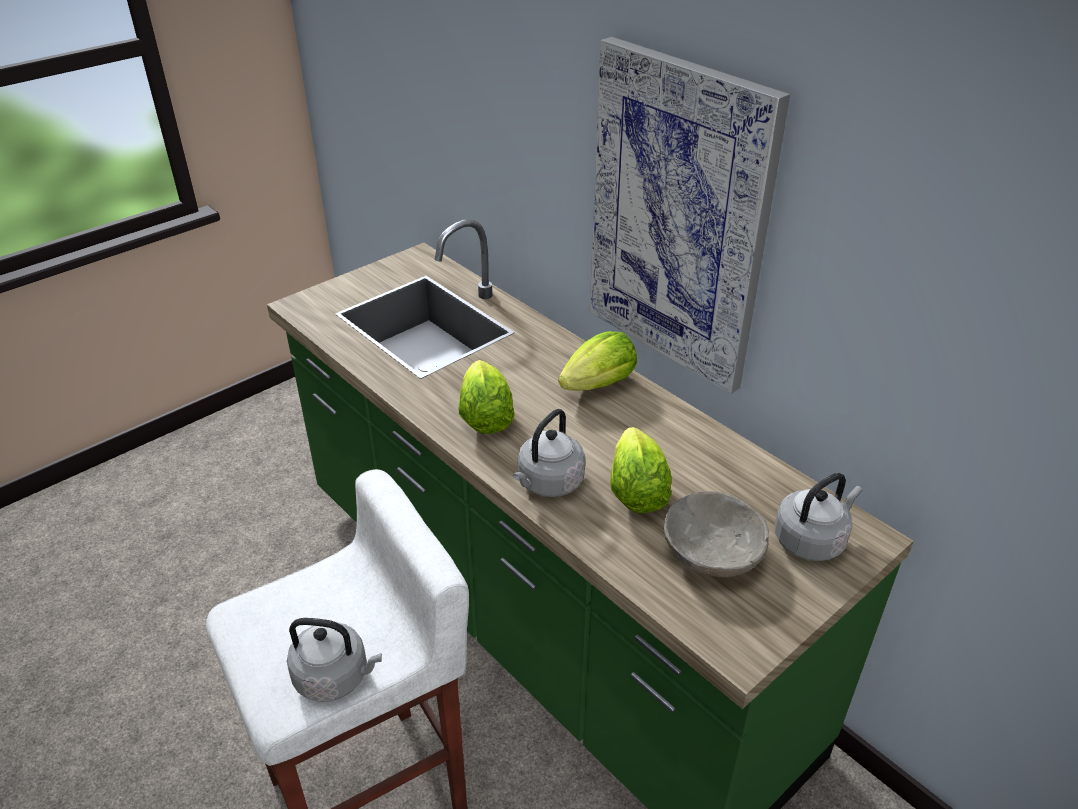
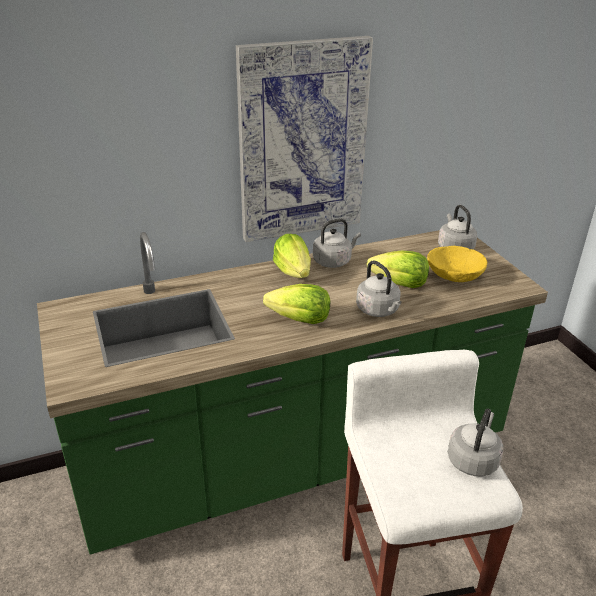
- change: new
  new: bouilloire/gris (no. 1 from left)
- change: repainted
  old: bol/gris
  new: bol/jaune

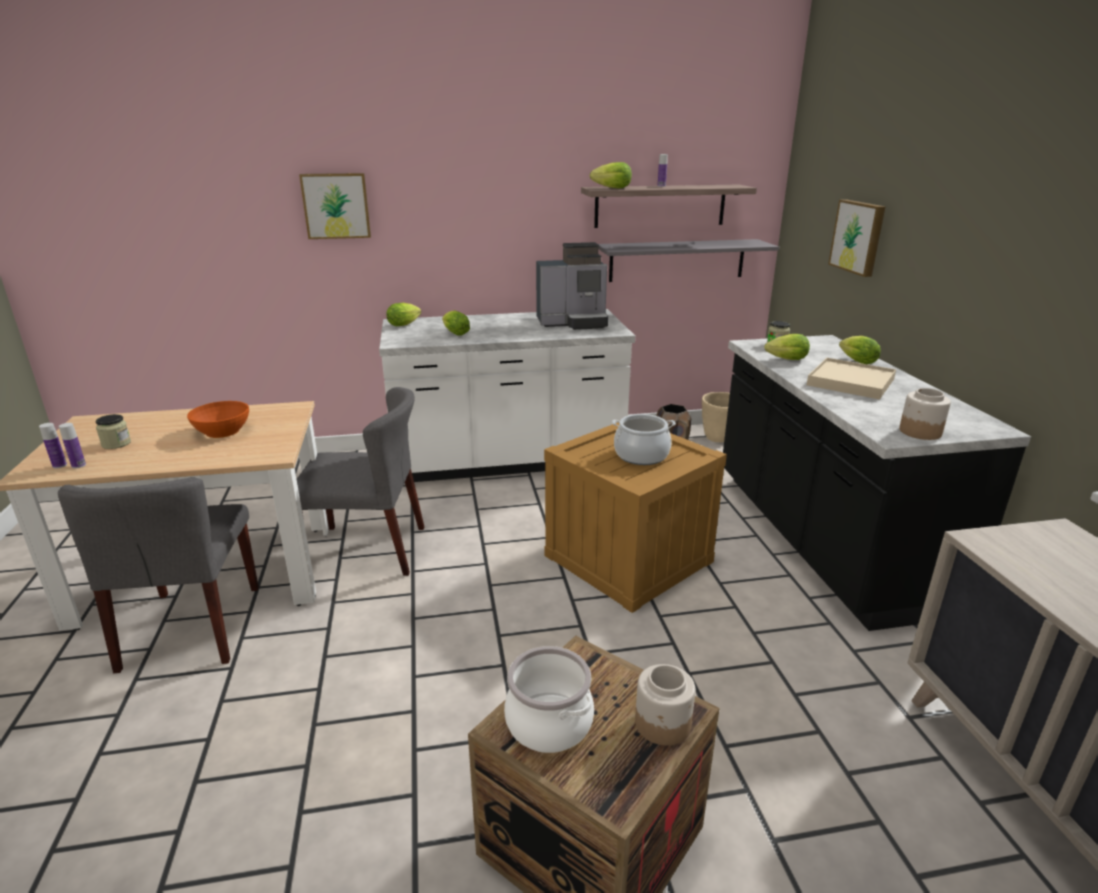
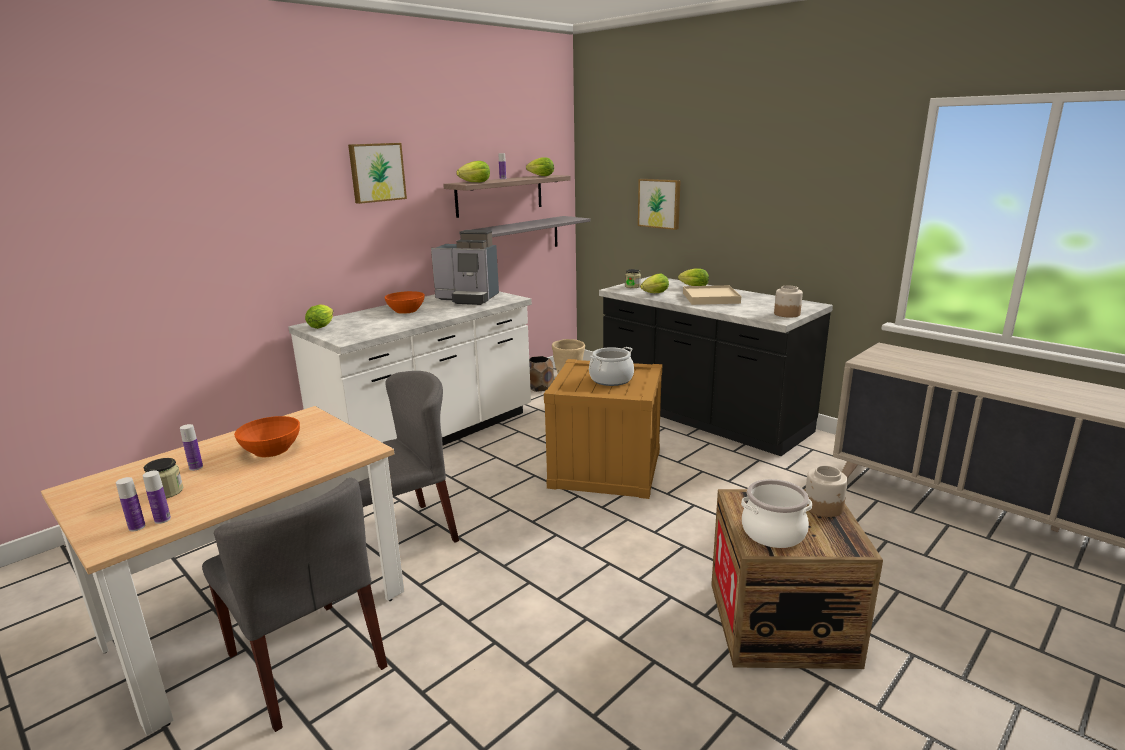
- change: new
  new: bouteille (no. 3 from left)
- change: new
  new: bol/orange (no. 2 from left)
- change: shifted
  old: tableau (no. 1 from left)
- change: shifted
  old: laitue (no. 2 from left in the first image)
  new: laitue (no. 3 from left)
- change: rotated
  old: machine à café
  degrees: 60

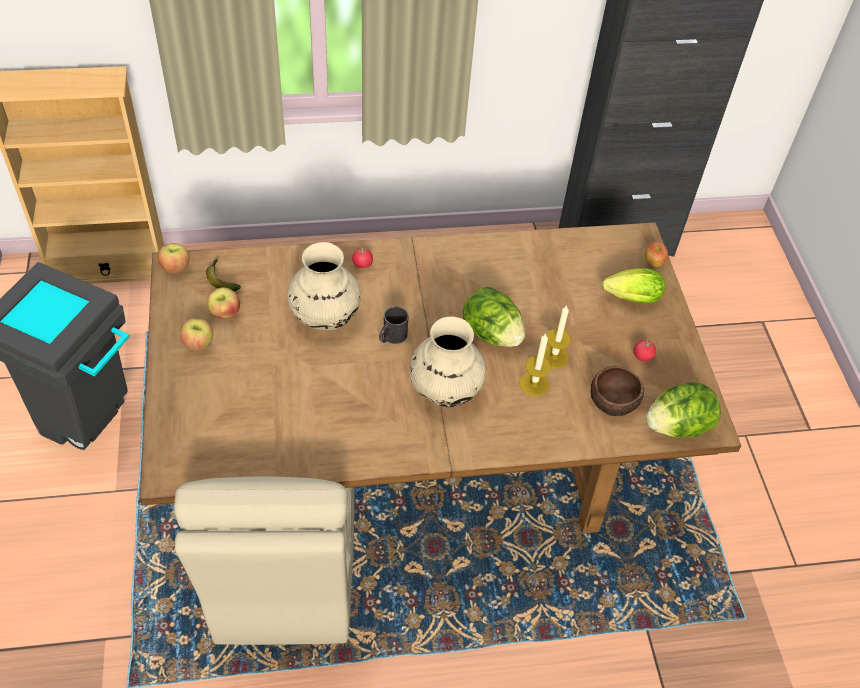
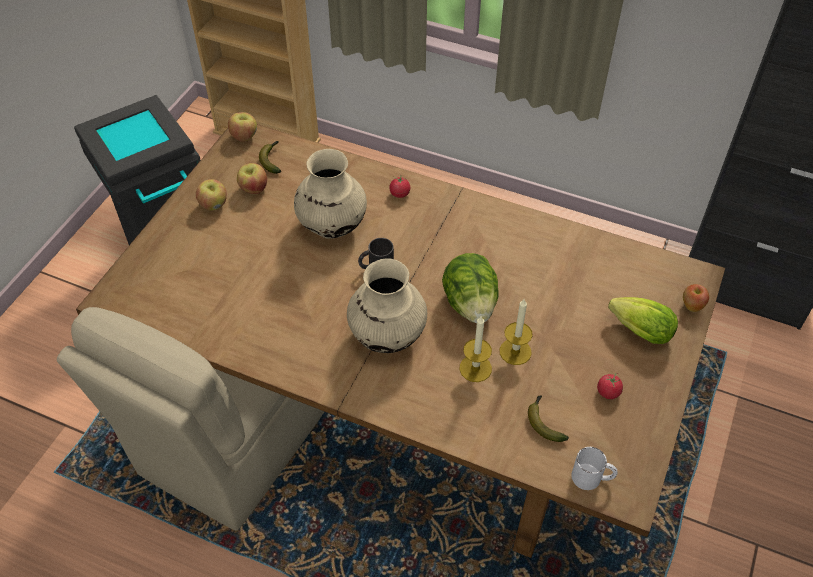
- change: swapped
  old: bol/marron
  new: banane (no. 2 from left)
- change: swapped
  old: laitue (no. 3 from left)
  new: mug/blanc

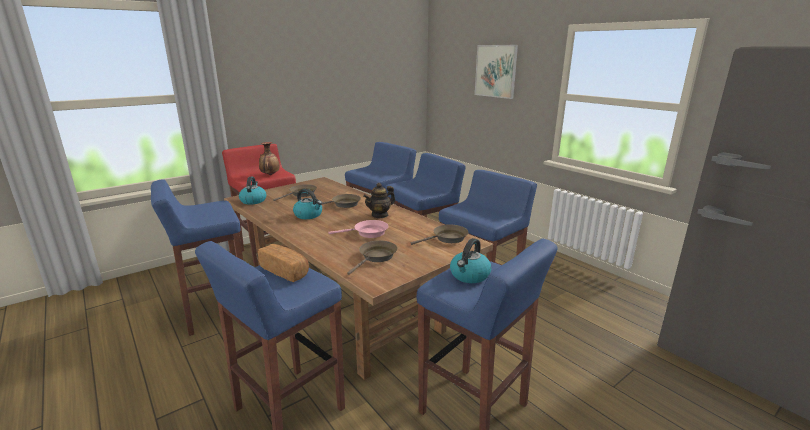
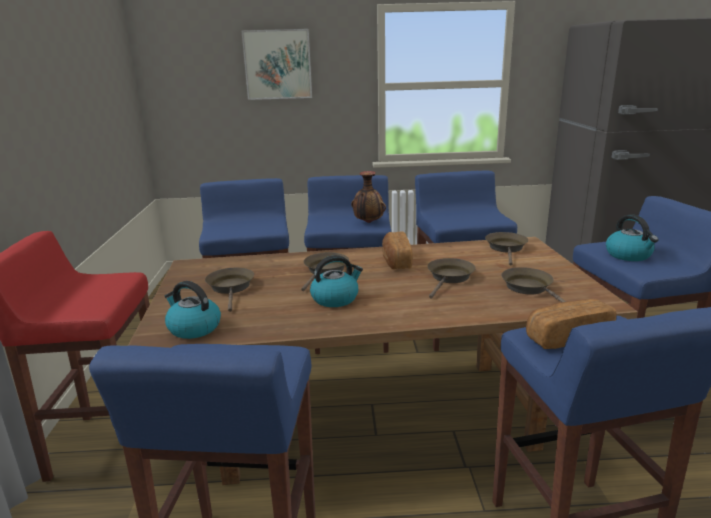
- change: shifted
  old: vase
- change: swapped
  old: théière
  new: pain (no. 1 from left)
- change: repainted
  old: poêle/rose
  new: poêle/marron (no. 3 from left)

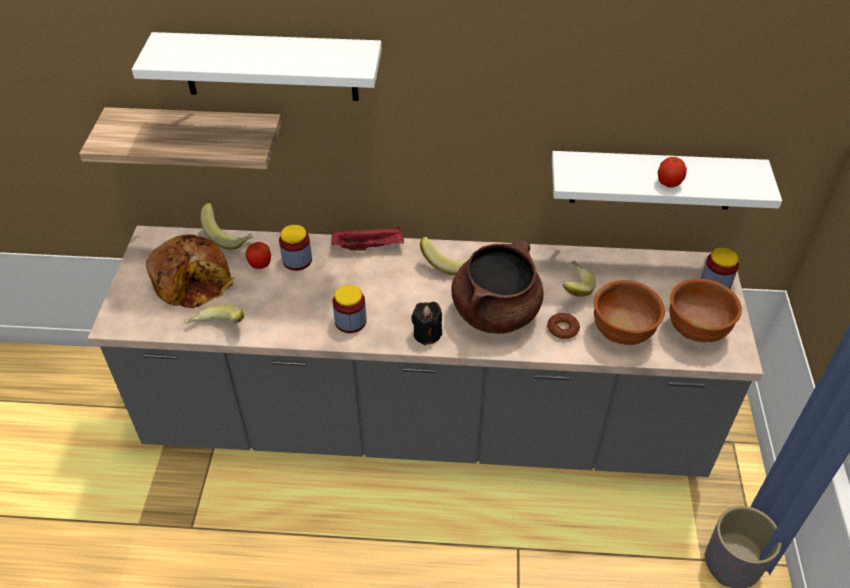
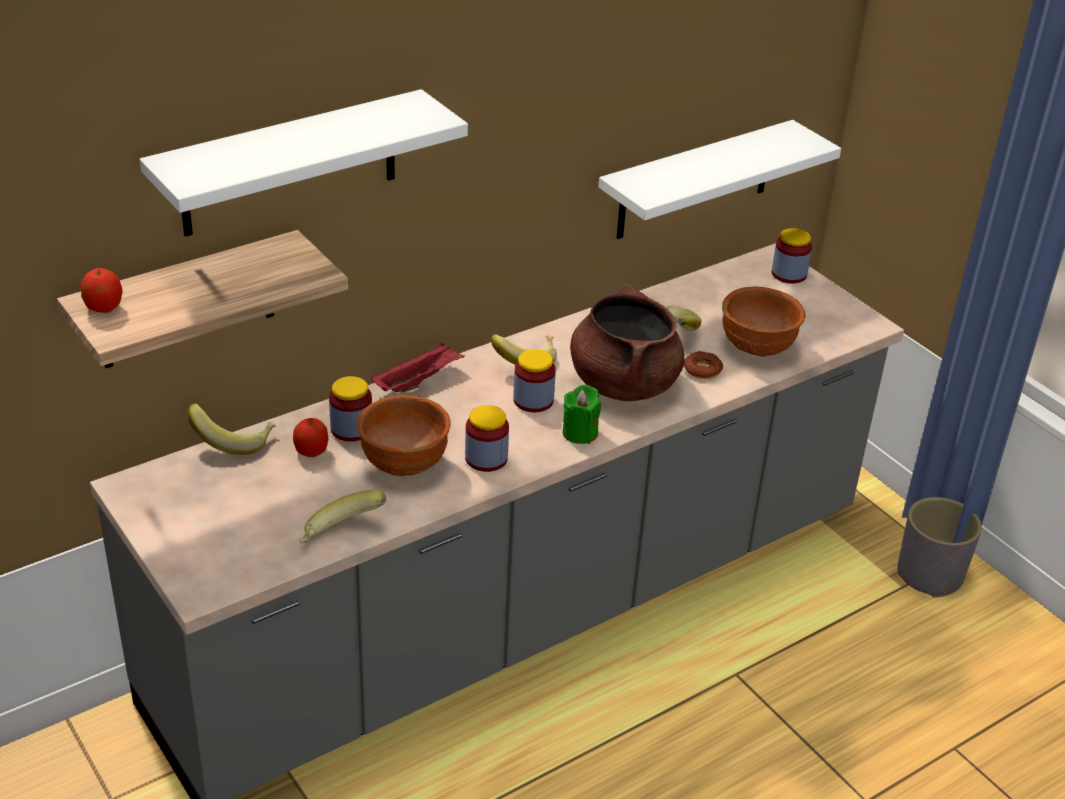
- change: gone
  old: pain
- change: new
  new: bocal (no. 3 from left)
- change: shifted
  old: pomme (no. 2 from left in the first image)
  new: pomme (no. 1 from left)
- change: shifted
  old: bol/marron (no. 2 from left in the first image)
  new: bol/marron (no. 1 from left)
- change: repainted
  old: bougie/noir
  new: bougie/vert

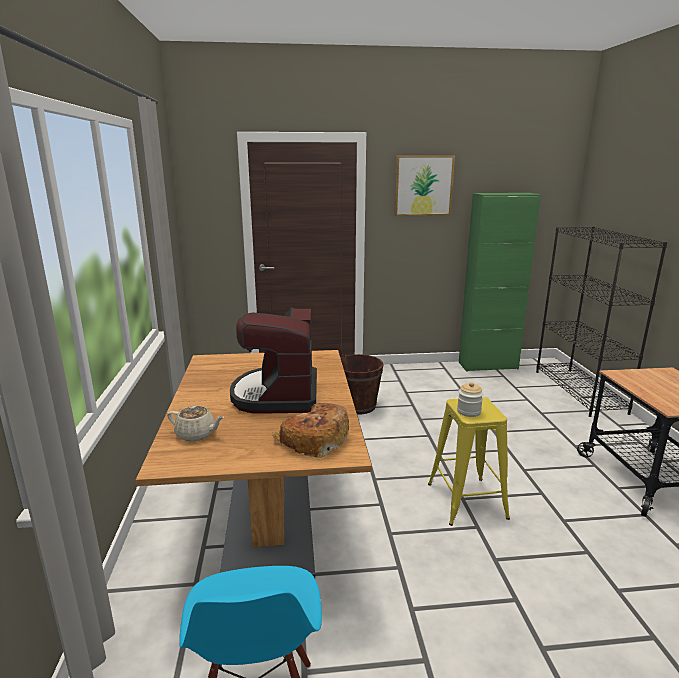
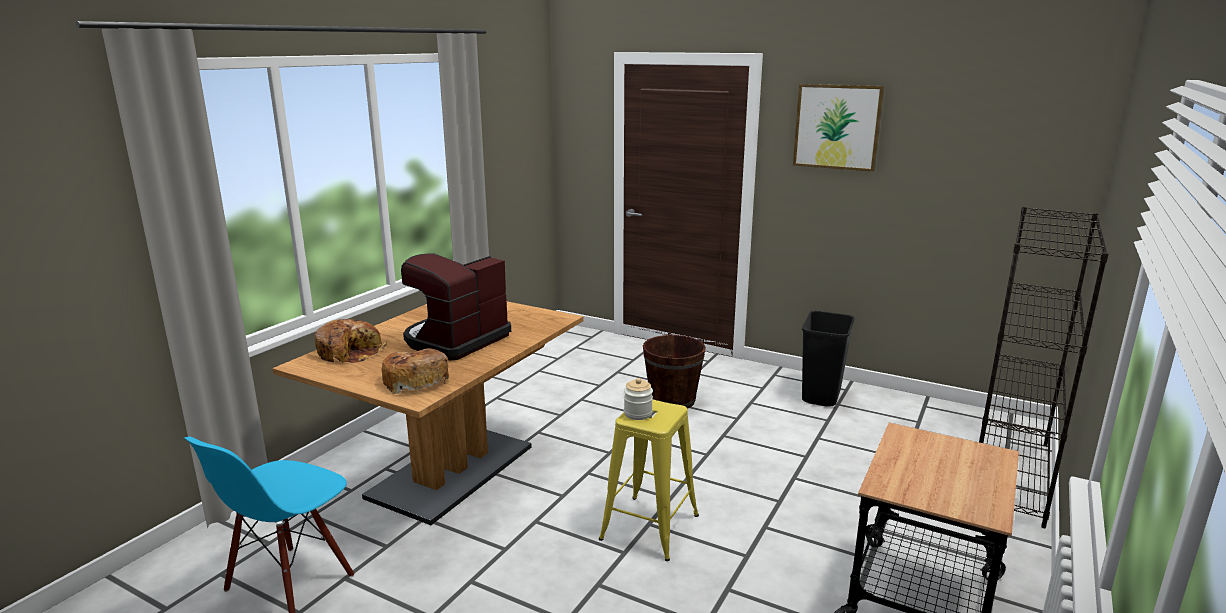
- change: gone
  old: meuble de rangement/vert
- change: new
  new: poubelle/noir
- change: swapped
  old: théière/beige
  new: pain (no. 1 from left)

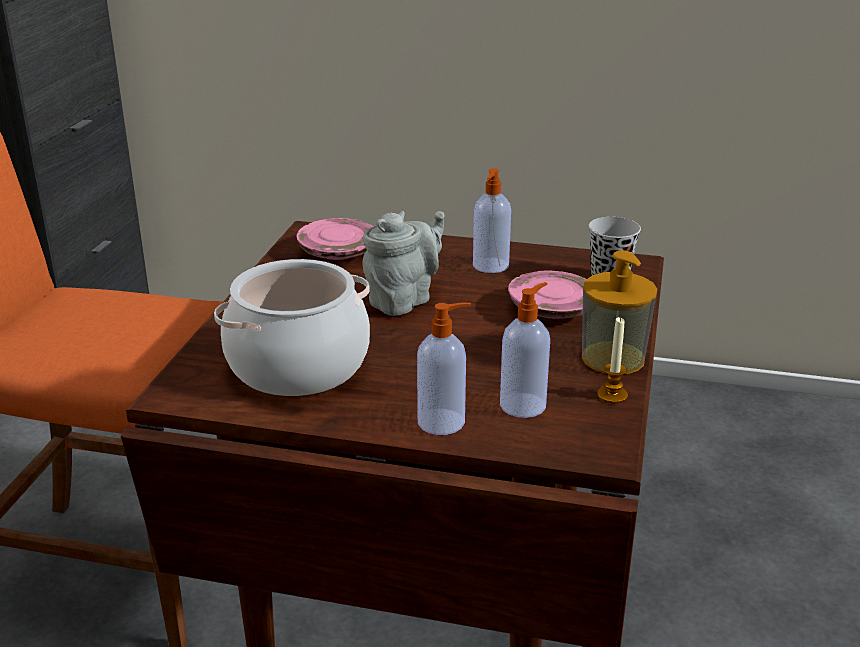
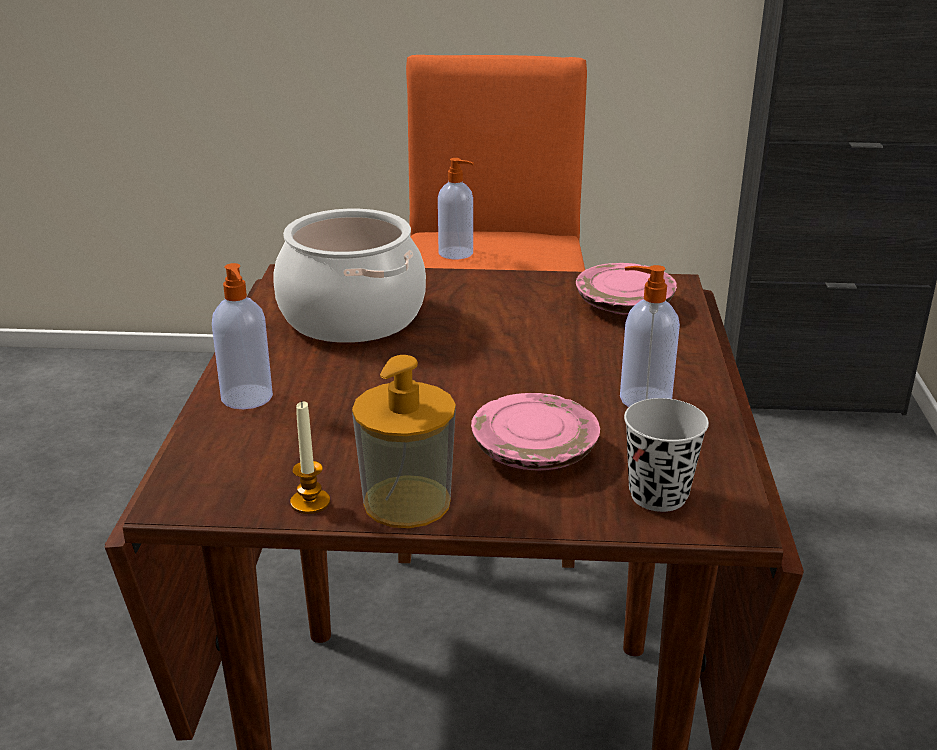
- change: gone
  old: théière/gris
- change: shifted
  old: distributeur de savon (no. 3 from left)

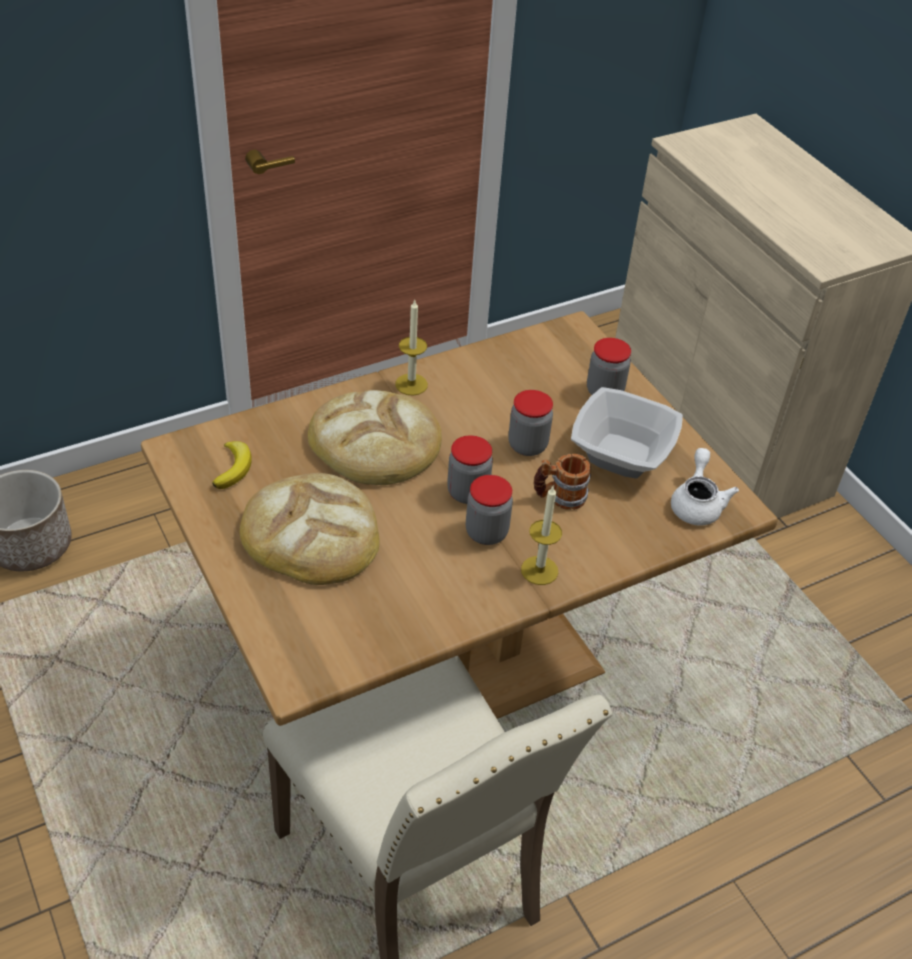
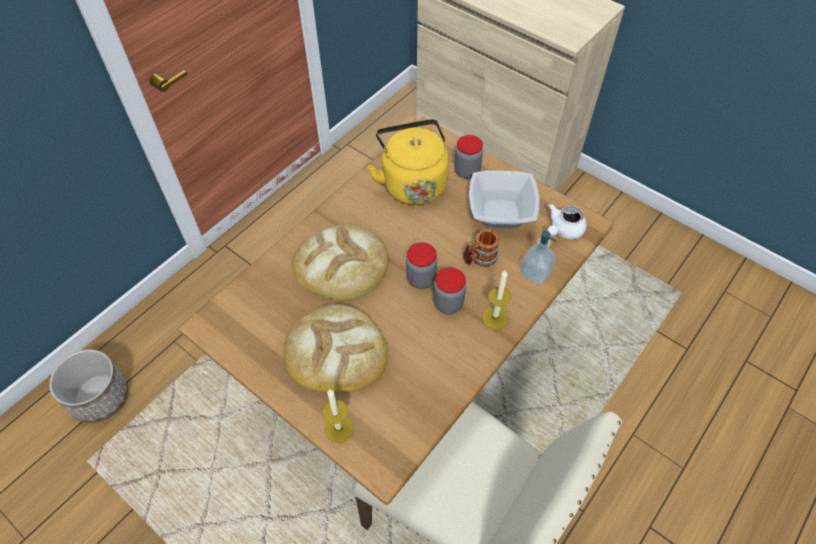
- change: gone
  old: banane
- change: gone
  old: bocal (no. 3 from left)
- change: new
  new: bouilloire/jaune
- change: new
  new: distributeur de savon
- change: shifted
  old: bougie (no. 1 from left)
- change: rotated
  old: théière/blanc
  degrees: -120

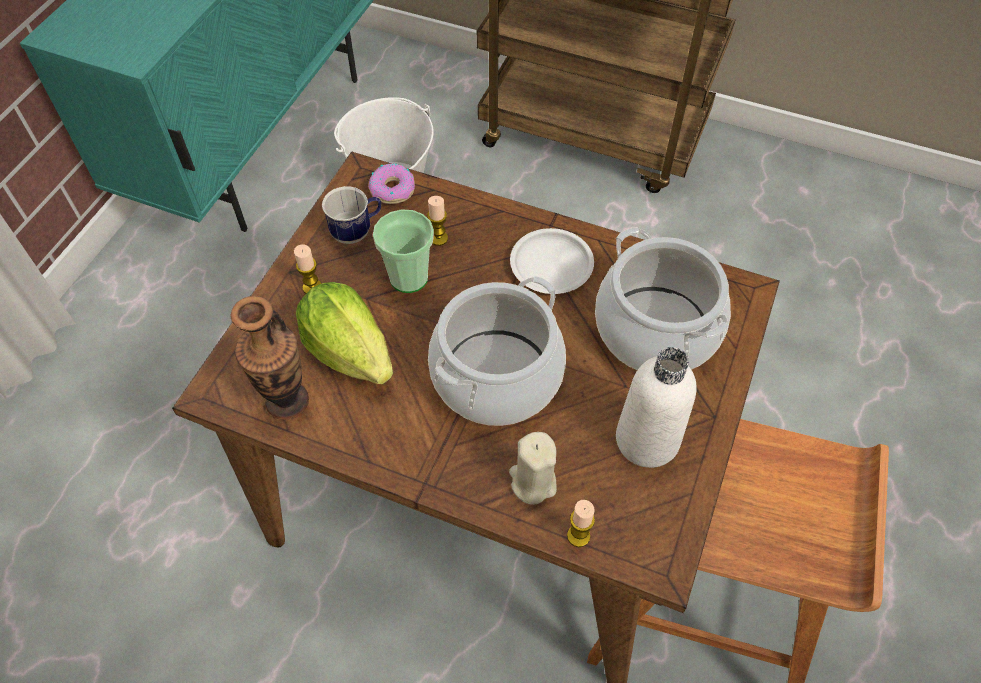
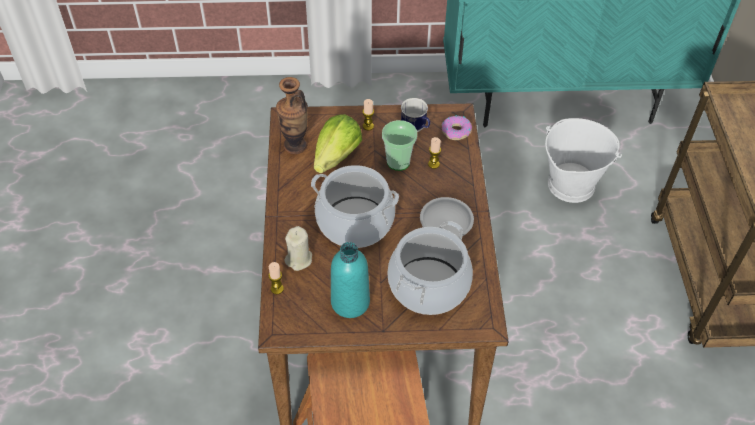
- change: repainted
  old: bouteille/blanc
  new: bouteille/turquoise

